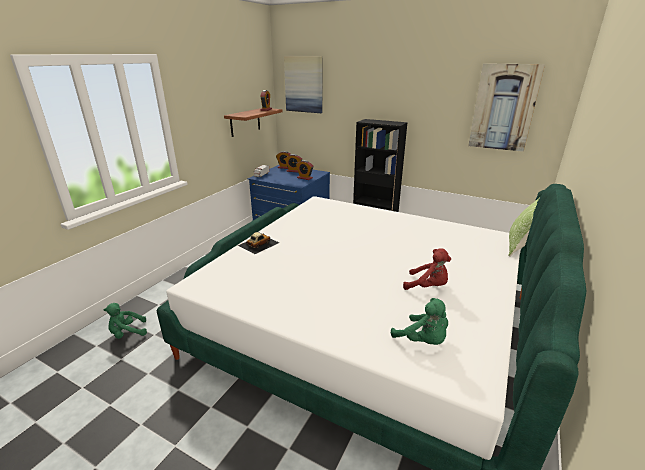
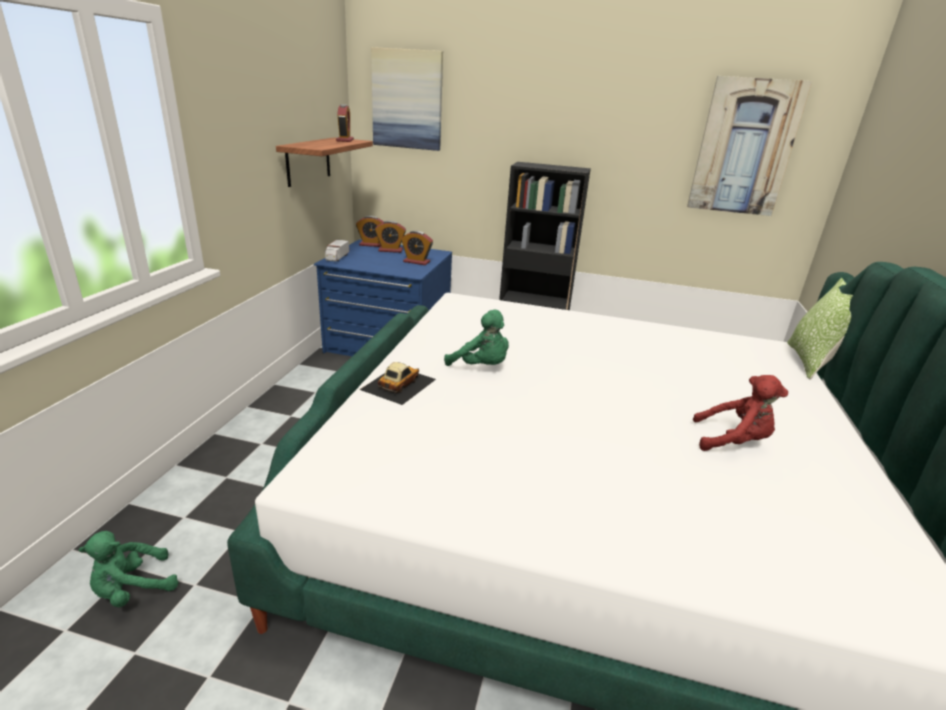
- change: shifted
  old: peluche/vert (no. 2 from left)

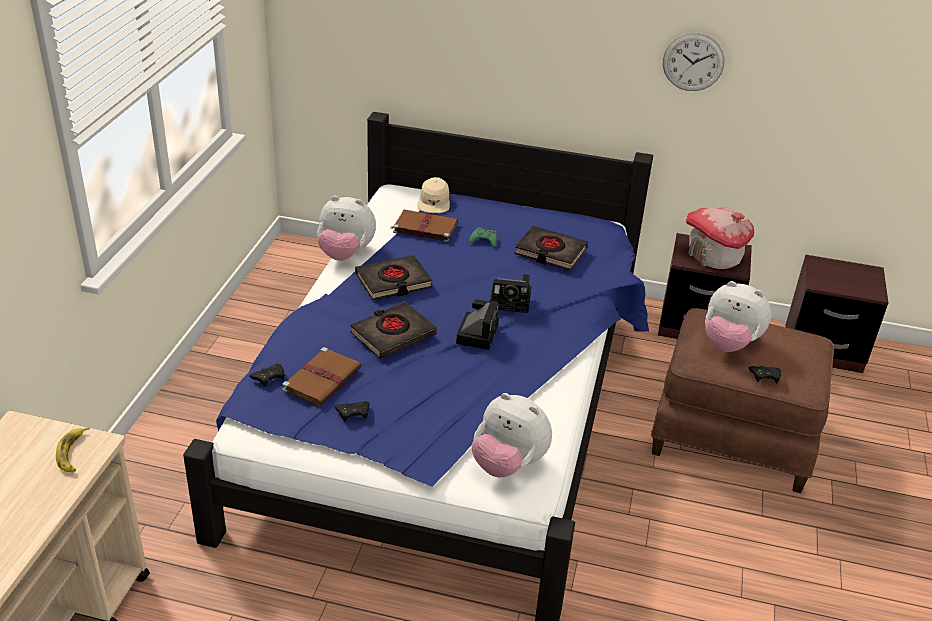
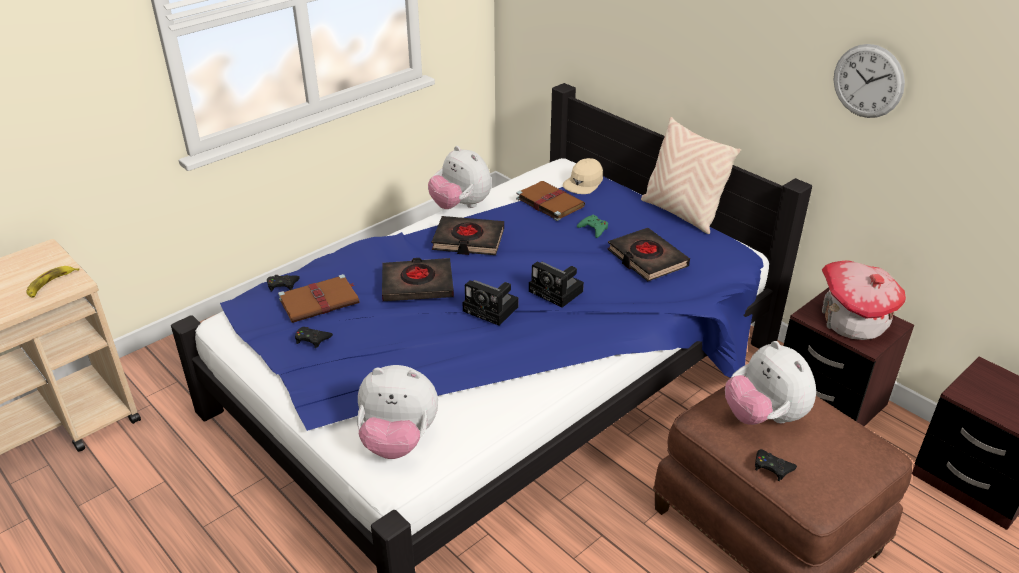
- change: new
  new: coussin/beige
- change: rotated
  old: appareil photo (no. 1 from left)
  degrees: 75
- change: rotated
  old: peluche (no. 2 from left in the first image)
  degrees: -60

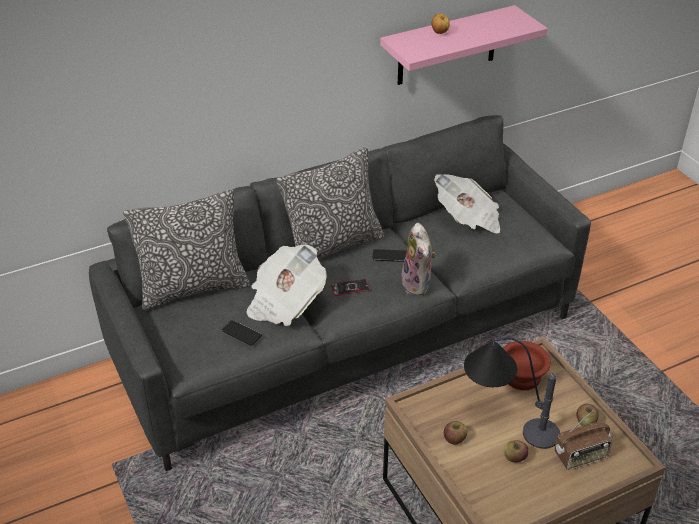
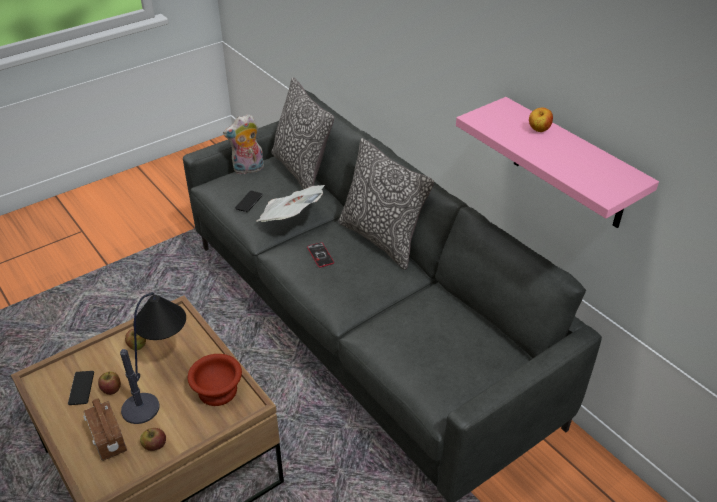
- change: gone
  old: journal (no. 2 from left)
- change: shifted
  old: téléphone (no. 3 from left in the first image)
  new: téléphone (no. 1 from left)
- change: shifted
  old: peluche

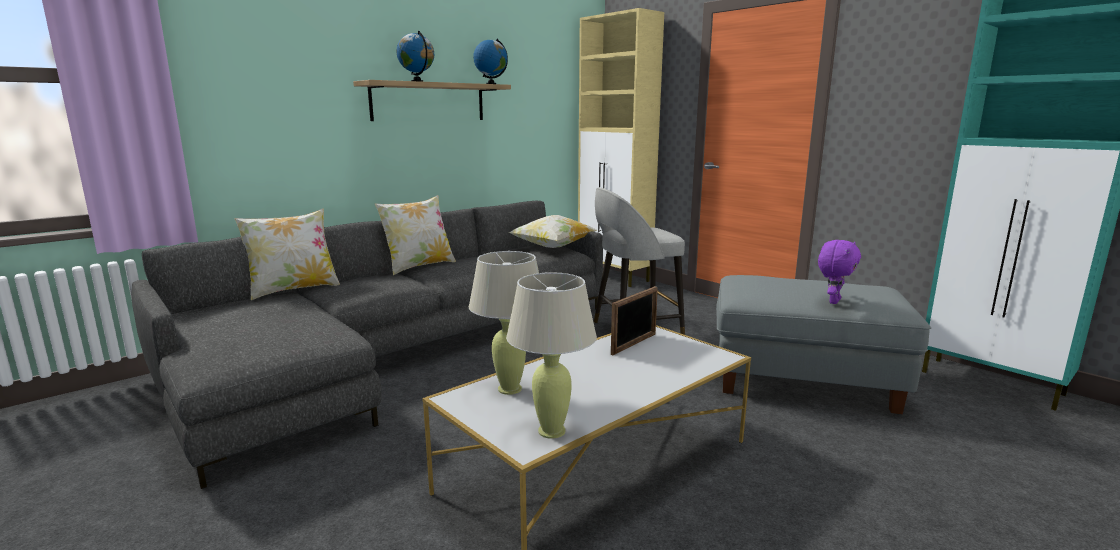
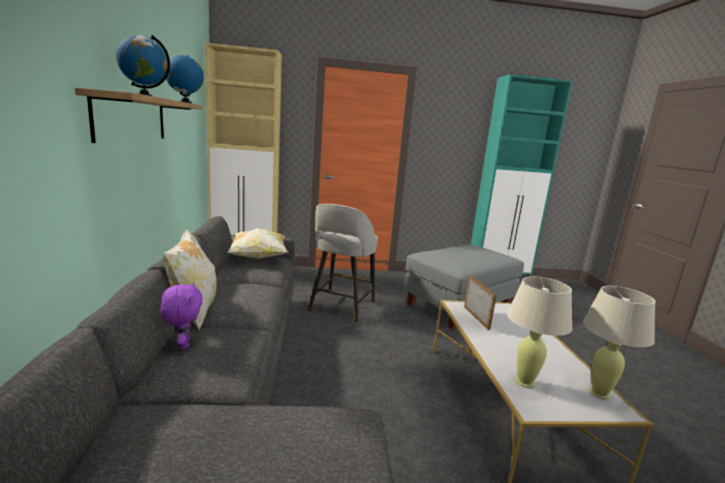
- change: gone
  old: coussin (no. 1 from left)
- change: shifted
  old: peluche/violet

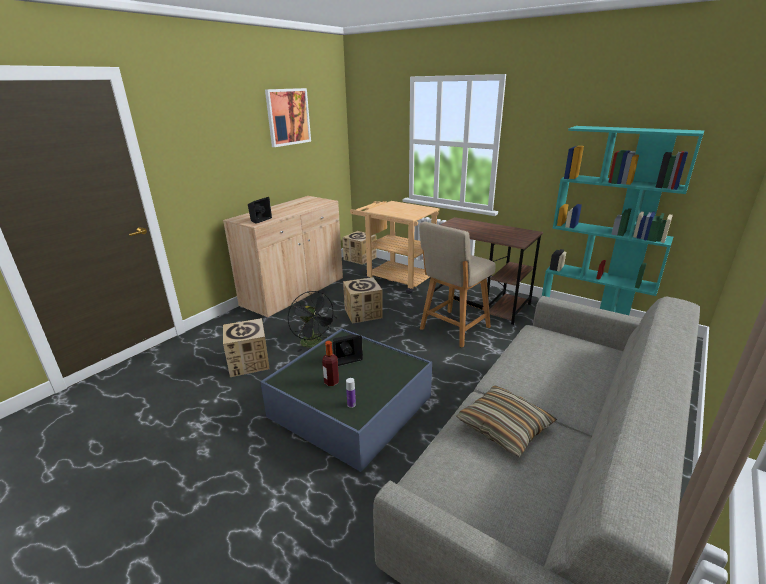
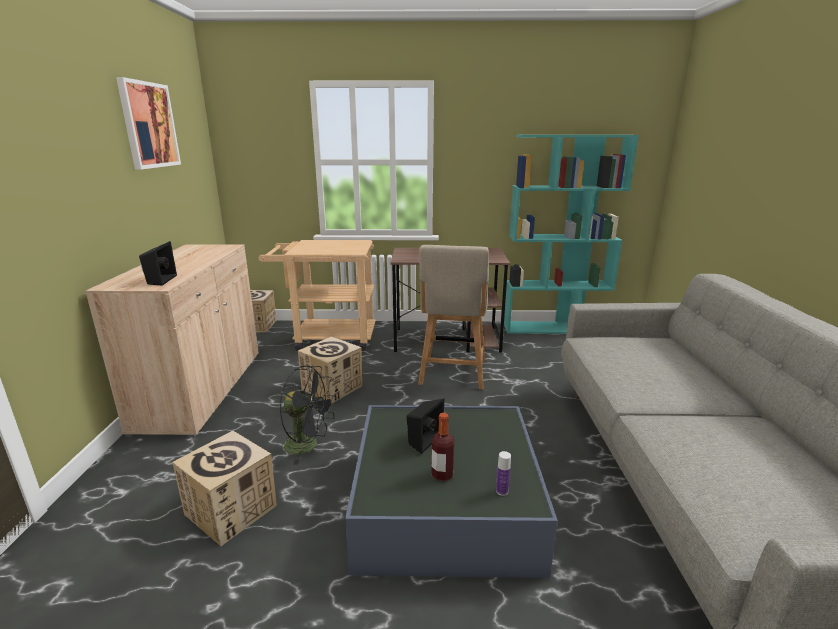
- change: gone
  old: coussin

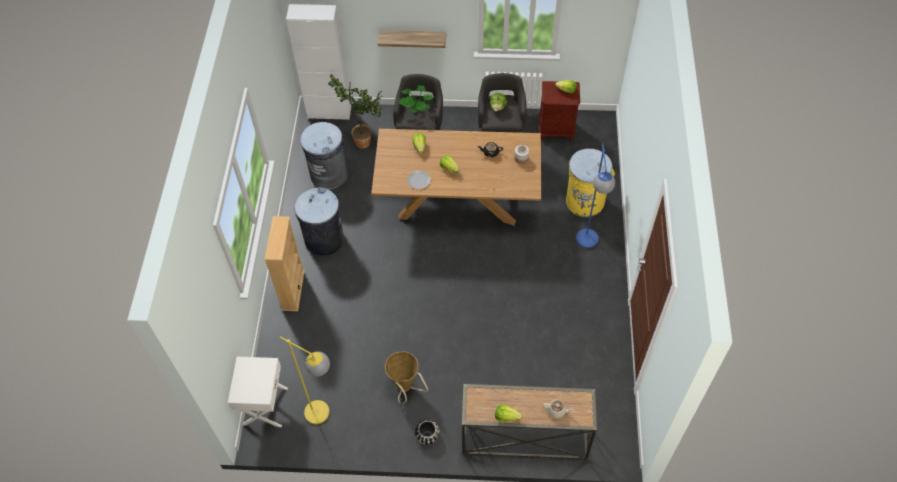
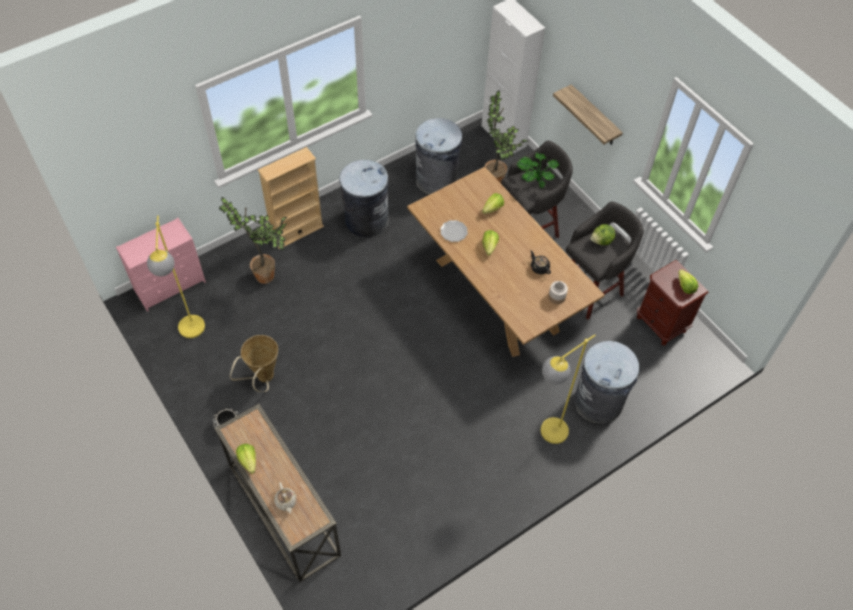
- change: new
  new: plante en pot (no. 1 from left)
- change: swapped
  old: table de chevet/blanc
  new: commode/rose
- change: repainted
  old: poubelle/jaune
  new: poubelle/gris (no. 3 from left)
- change: repainted
  old: lampadaire/bleu
  new: lampadaire/jaune (no. 2 from left)

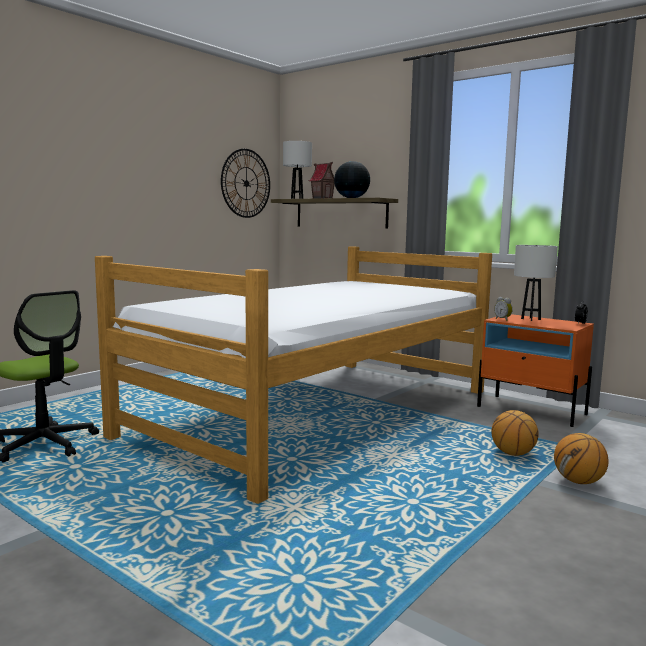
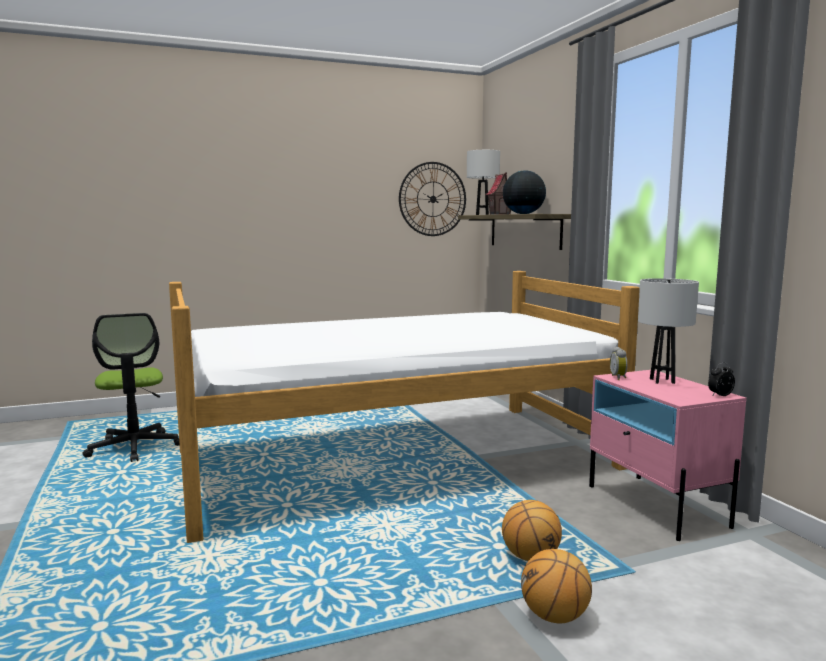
- change: repainted
  old: table de chevet/orange
  new: table de chevet/rose

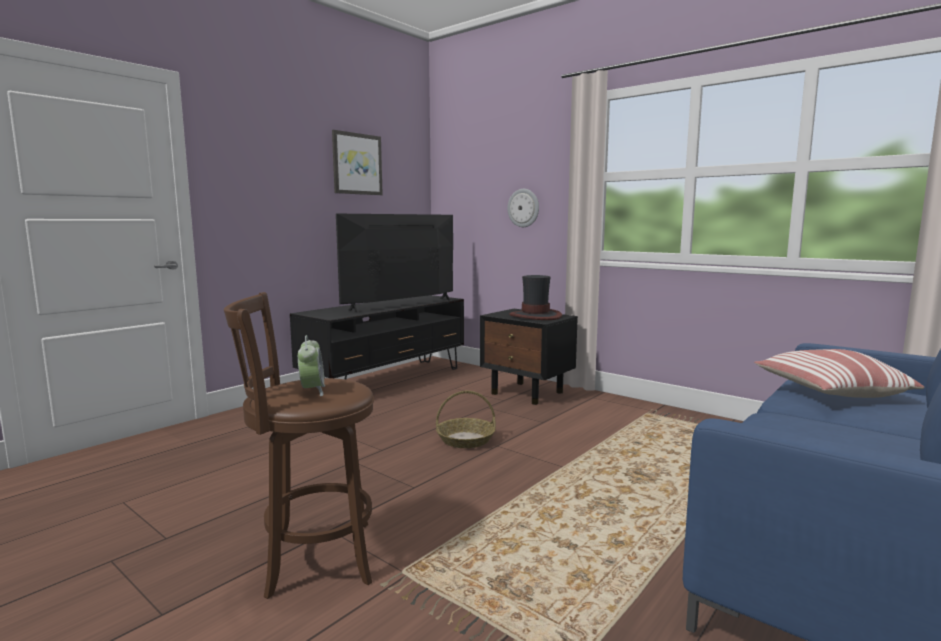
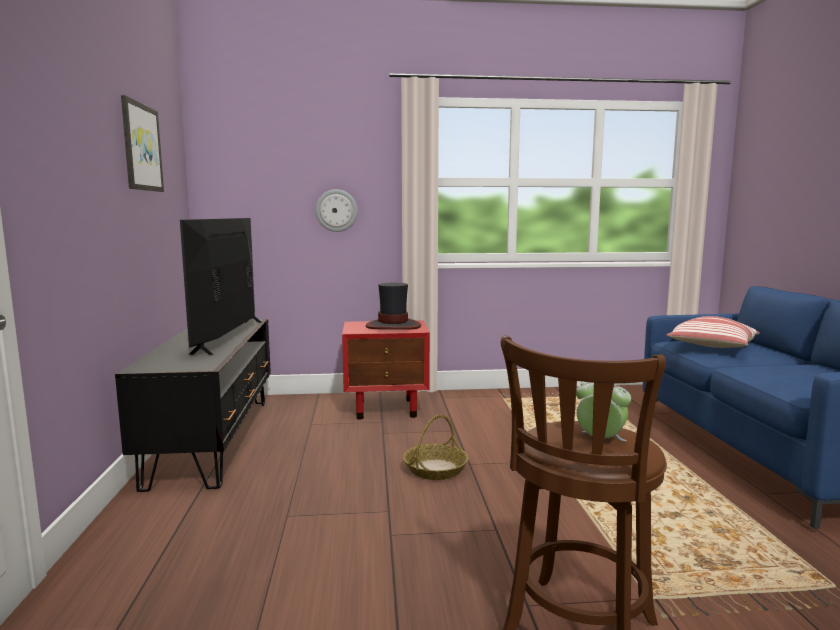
- change: repainted
  old: table de chevet/noir
  new: table de chevet/rouge

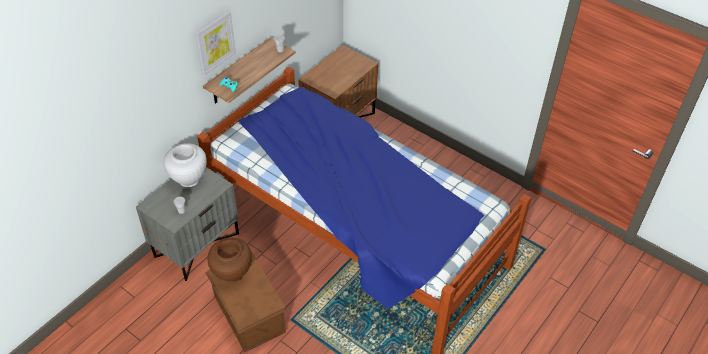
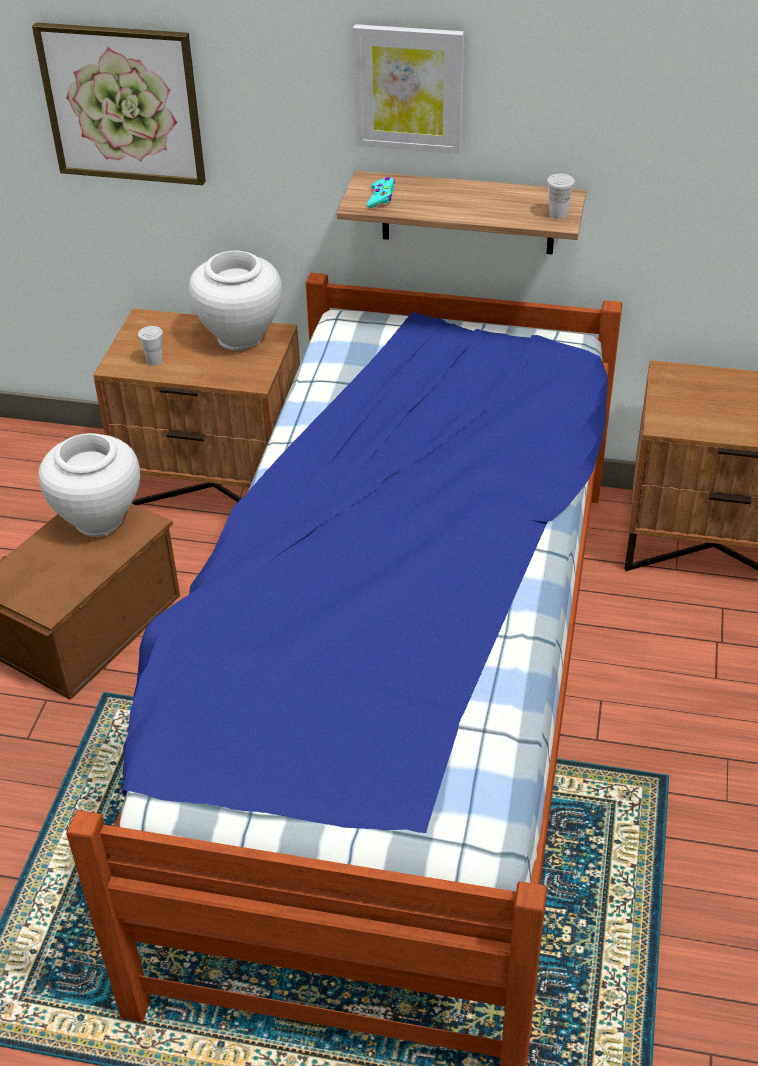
- change: new
  new: tableau (no. 1 from left)
- change: repainted
  old: table de chevet/gris
  new: table de chevet/marron (no. 1 from left)
- change: repainted
  old: vase/marron
  new: vase/blanc (no. 1 from left)

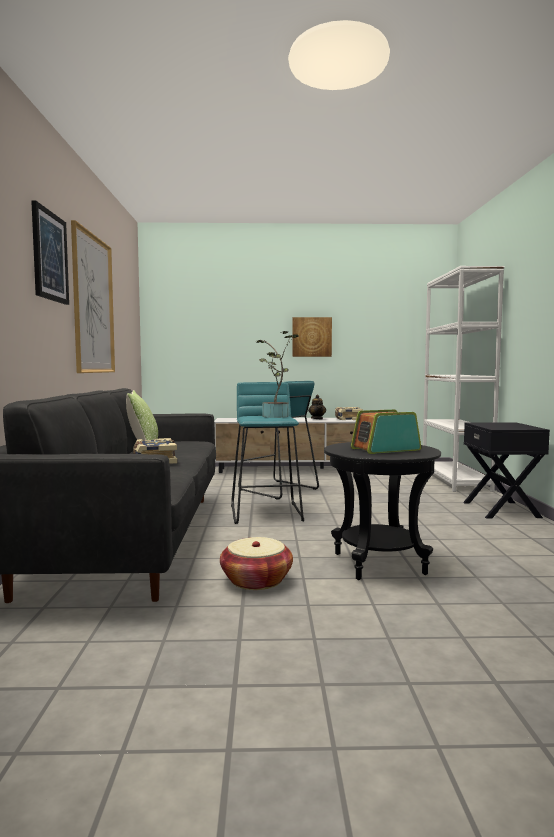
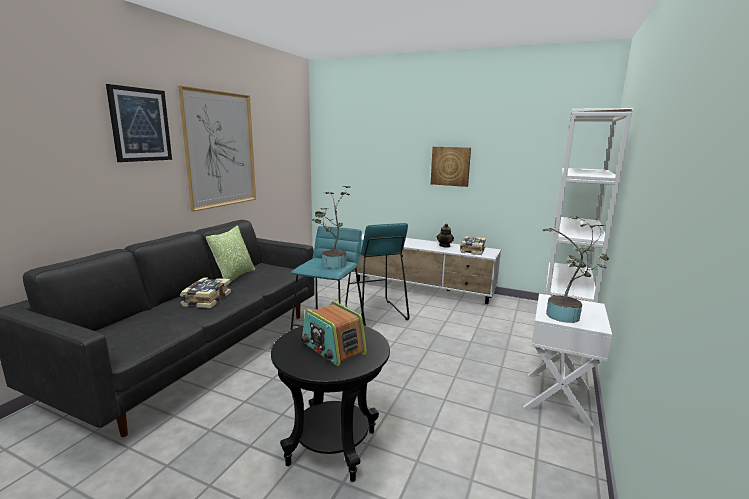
- change: gone
  old: panier
- change: new
  new: plante en pot (no. 2 from left)
- change: repainted
  old: table de chevet/noir
  new: table de chevet/blanc
- change: rotated
  old: radio
  degrees: -135

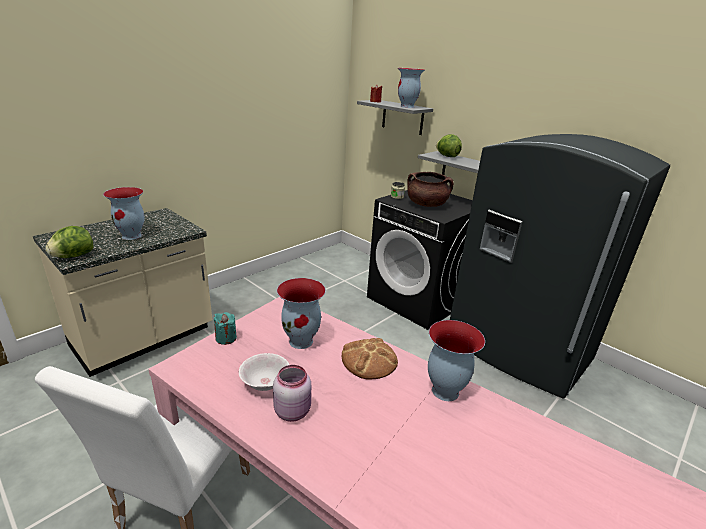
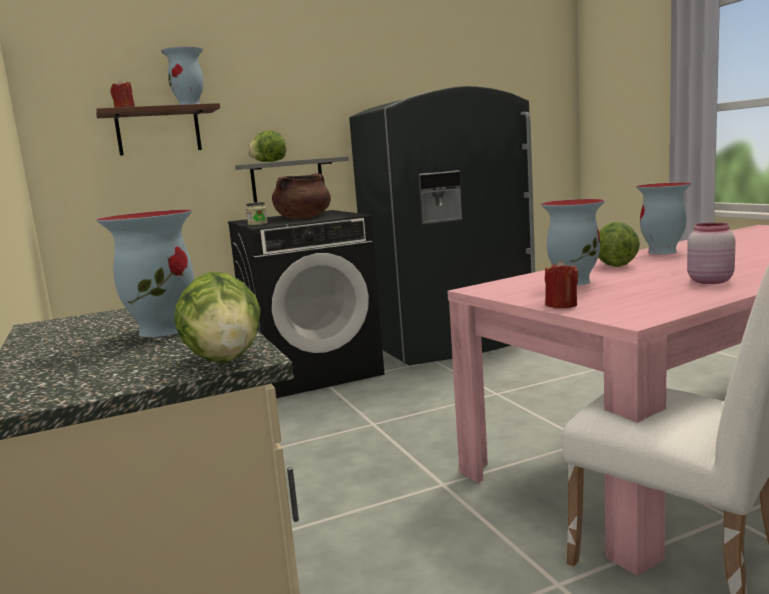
- change: gone
  old: bol/blanc
- change: swapped
  old: pain
  new: laitue (no. 3 from left)
- change: repainted
  old: bougie/turquoise
  new: bougie/rouge (no. 2 from left)
- change: repainted
  old: étagère/gris (no. 1 from left)
  new: étagère/marron

